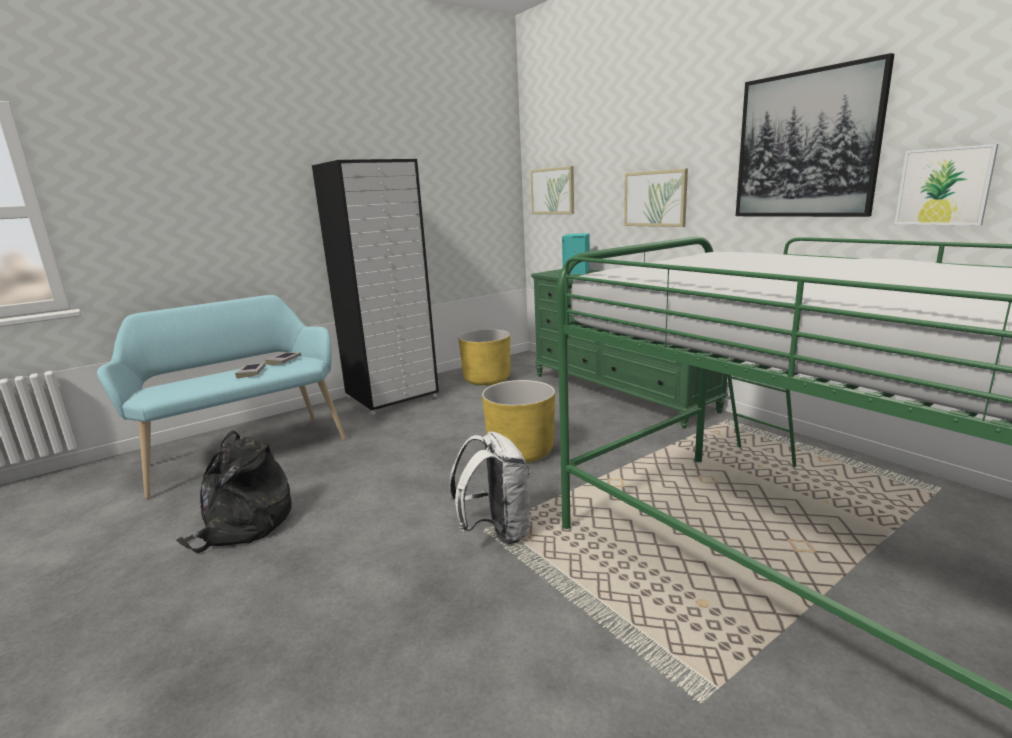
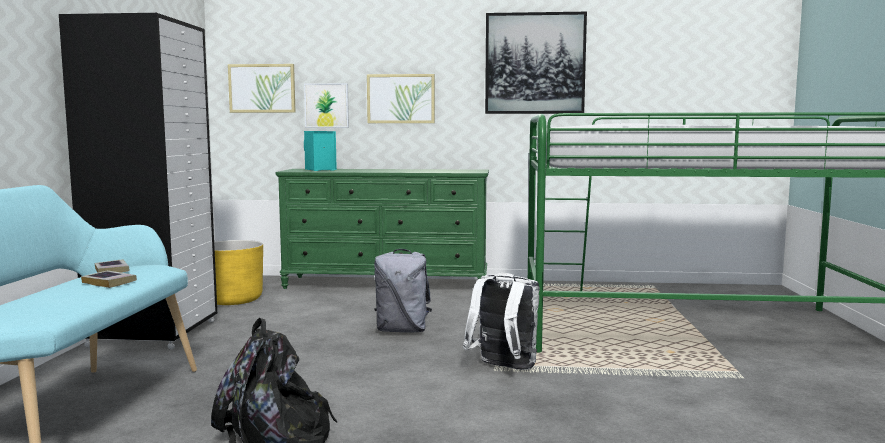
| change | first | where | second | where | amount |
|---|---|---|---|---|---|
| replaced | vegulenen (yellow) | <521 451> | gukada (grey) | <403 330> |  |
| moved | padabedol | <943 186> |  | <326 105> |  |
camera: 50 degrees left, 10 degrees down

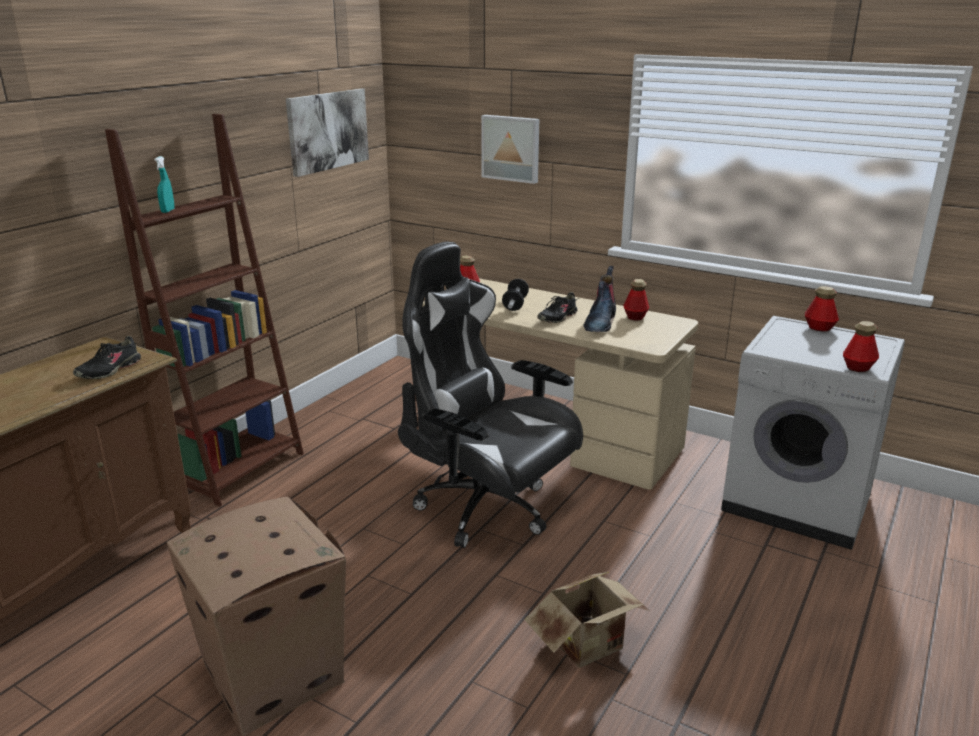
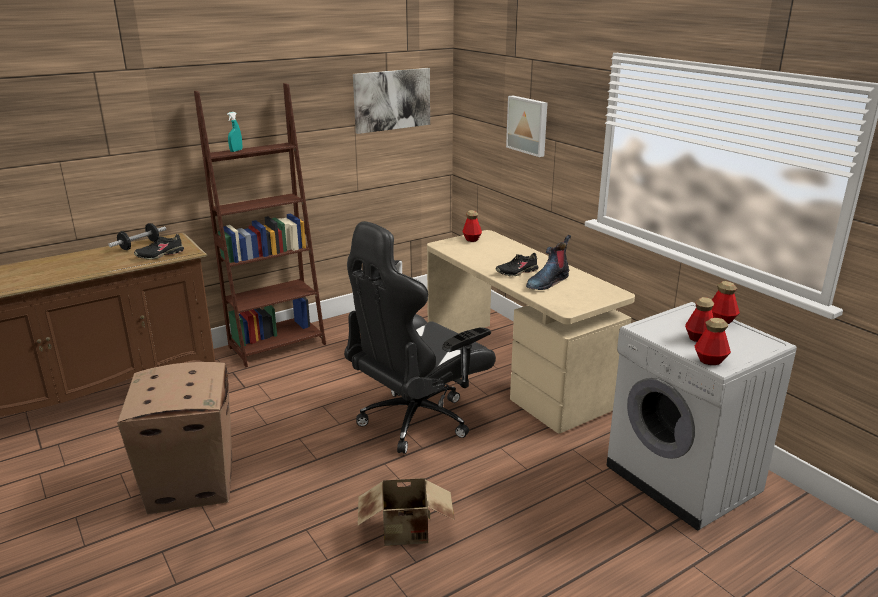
| change | first | where | second | where | amount |
|---|---|---|---|---|---|
| turned | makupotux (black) | <491 511> |  | <420 417> | 105 degrees counterclockwise |
| moved | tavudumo | <515 304> |  | <139 245> |  |
| moved | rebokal | <635 317> |  | <698 337> |  |
camera: 25 degrees right, 0 degrees up

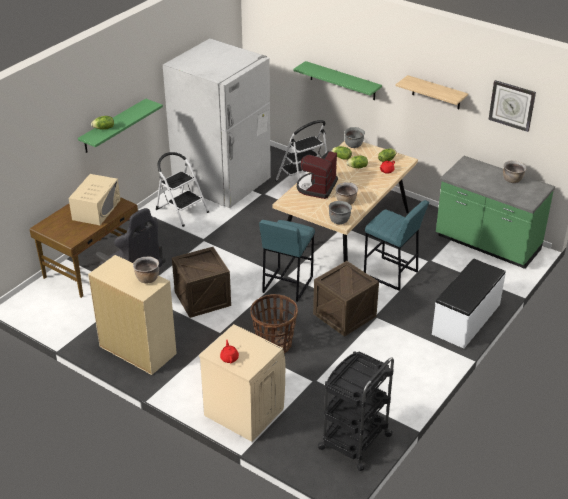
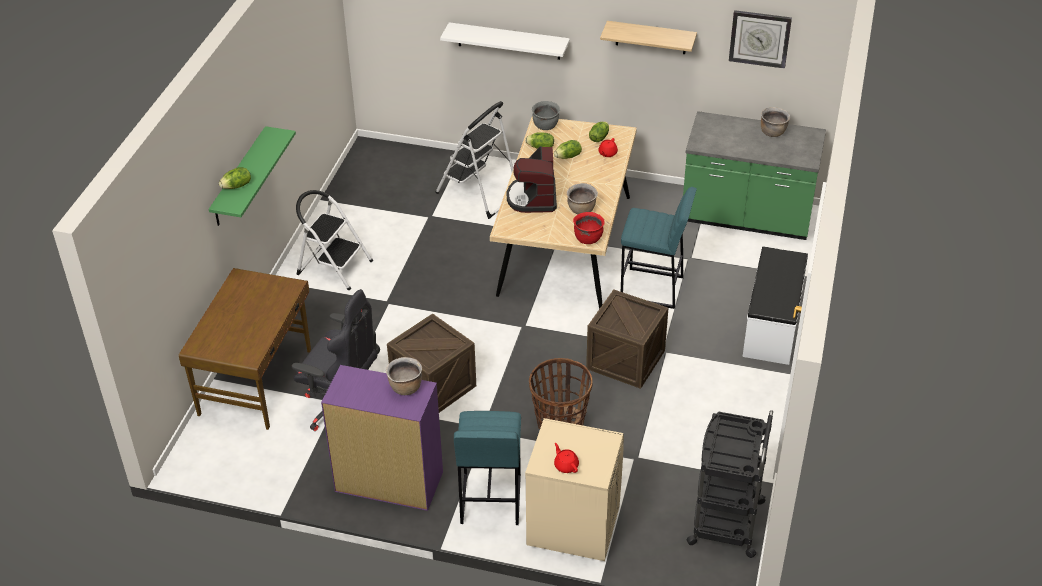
| change | first | where | second | where | amount |
|---|---|---|---|---|---|
| removed | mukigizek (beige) | <96 209> |  |  |  |
| recoloured | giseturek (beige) | <137 349> | giseturek (purple) | <388 481> |  |
| removed | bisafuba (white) | <222 182> |  |  |  |
| moved | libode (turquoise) | <287 285> |  | <490 501> |  |
| recoloured | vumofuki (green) | <342 81> | vumofuki (white) | <508 41> |  |
| recoloured | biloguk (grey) | <339 220> | biloguk (red) | <588 238> |  |
camera: 20 degrees left, 5 degrees up

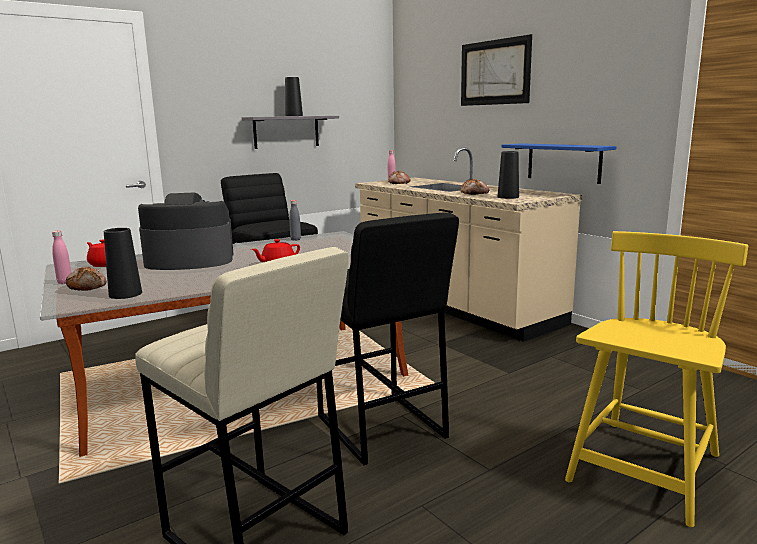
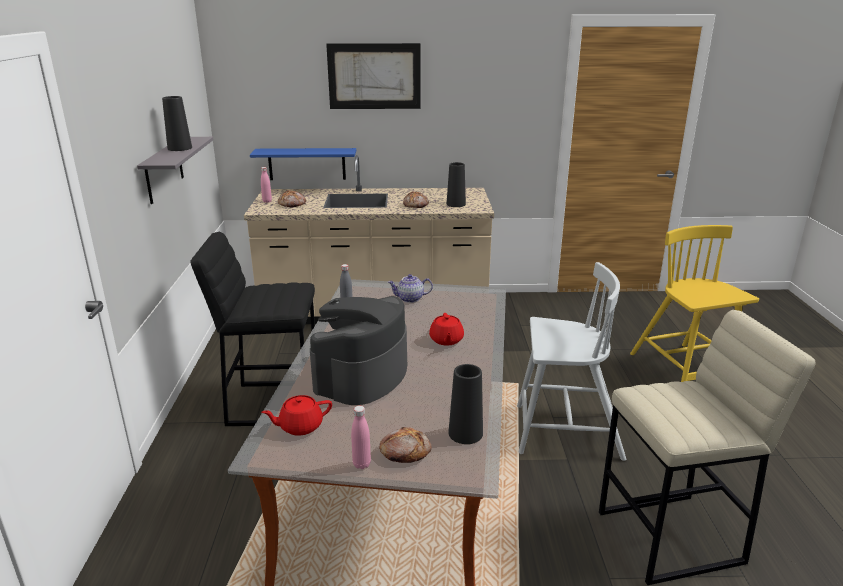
| change | first | where | second | where | amount |
|---|---|---|---|---|---|
| replaced | libode (black) | <383 428> | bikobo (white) | <565 432> |  |
| moved | vumofuki (blue) | <563 162> |  | <307 164> |  |
| added |  |  | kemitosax | <410 299> |  |
camera: 55 degrees left, 10 degrees up

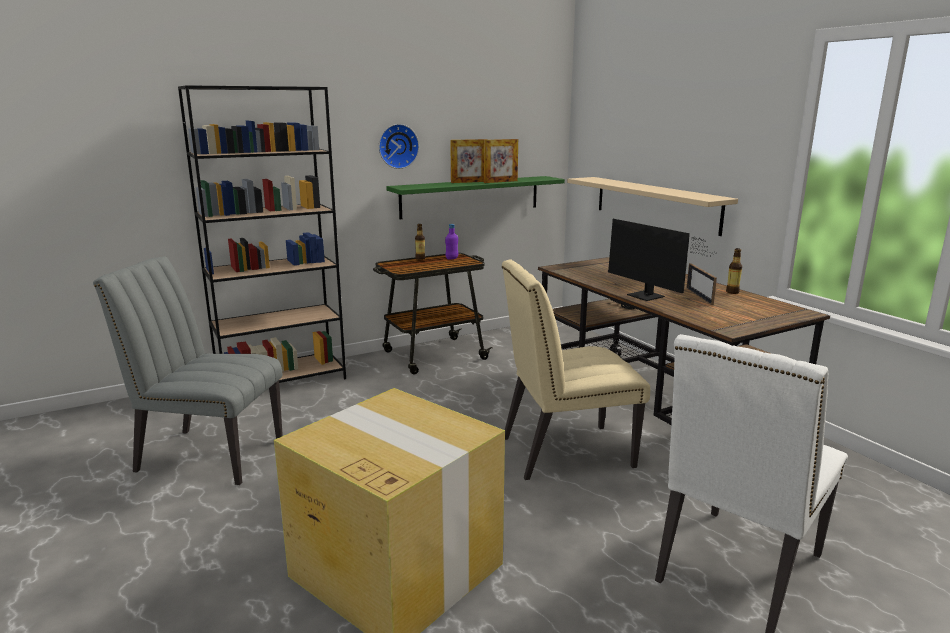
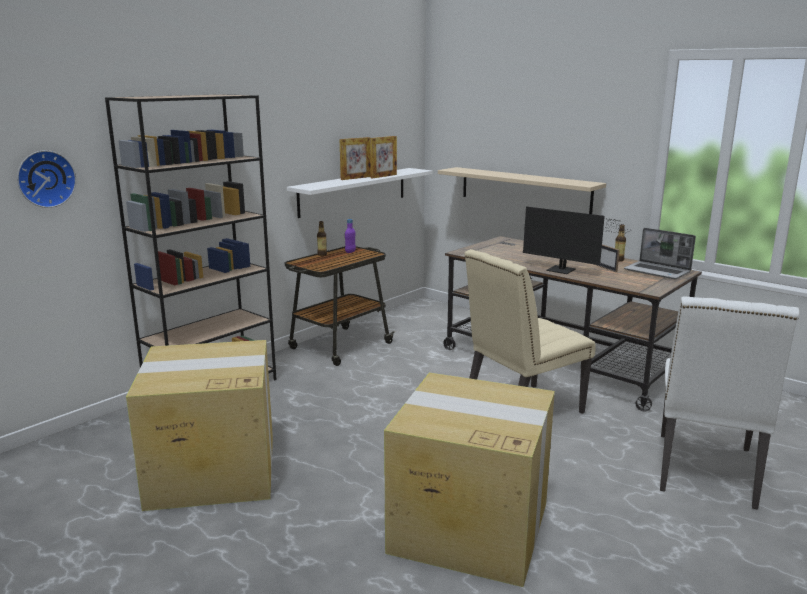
| change | first | where | second | where | amount |
|---|---|---|---|---|---|
| replaced | bikobo (grey) | <212 456> | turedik | <211 471> |  |
| moved | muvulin | <397 146> |  | <45 178> |  |
| recoloured | vumofuki (green) | <471 196> | vumofuki (white) | <353 191> |  |
| added |  |  | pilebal | <658 271> |  |
camera: 20 degrees left, 0 degrees up

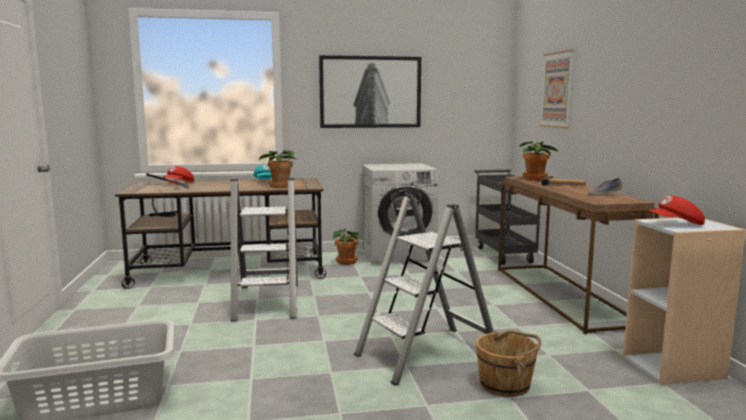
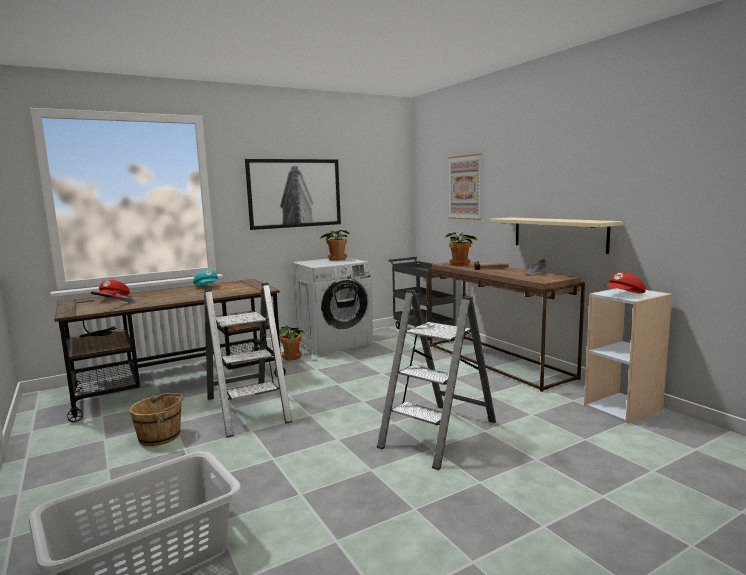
| change | first | where | second | where | amount |
|---|---|---|---|---|---|
| moved | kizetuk | <280 186> |  | <336 259> |  |
| moved | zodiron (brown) | <506 384> |  | <160 436> |  |
| added |  |  | vumofuki (beige) | <558 234> |  |
camera: 20 degrees left, 0 degrees up

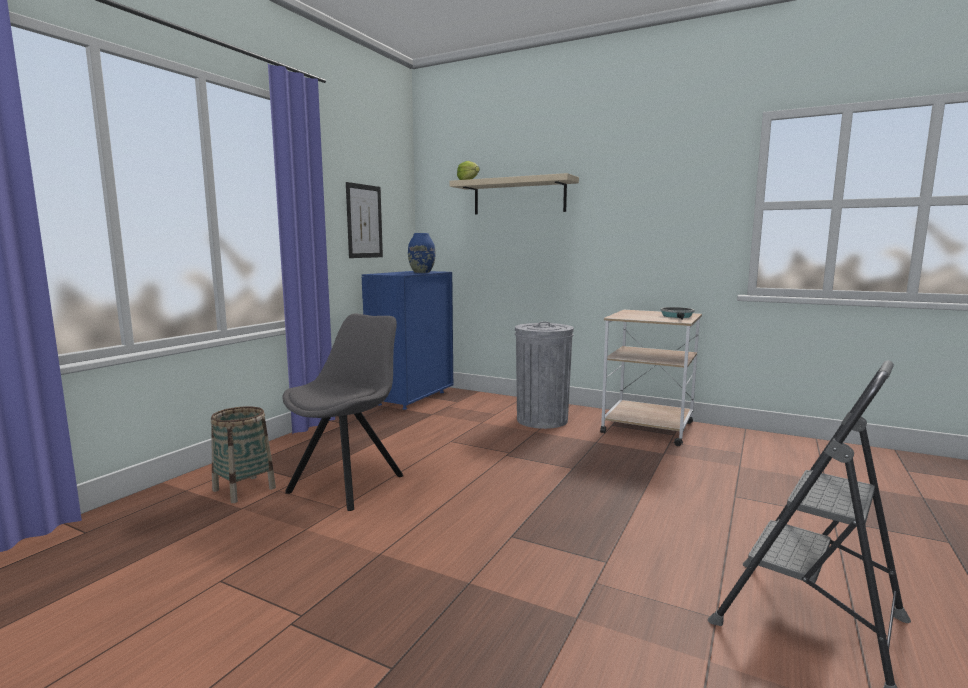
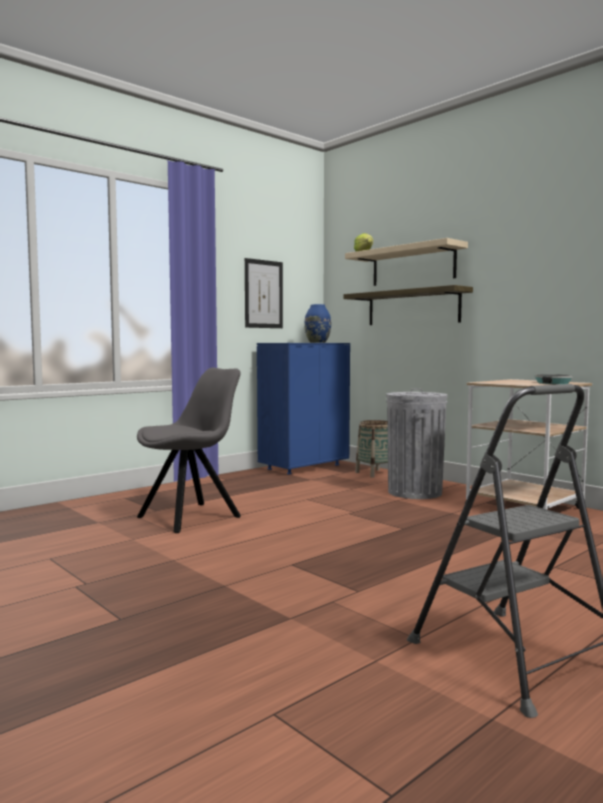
| change | first | where | second | where | amount |
|---|---|---|---|---|---|
| moved | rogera | <244 489> |  | <375 473> |  |
| added |  |  | vumofuki | <412 307> |  |
camera: 20 degrees right, 5 degrees down

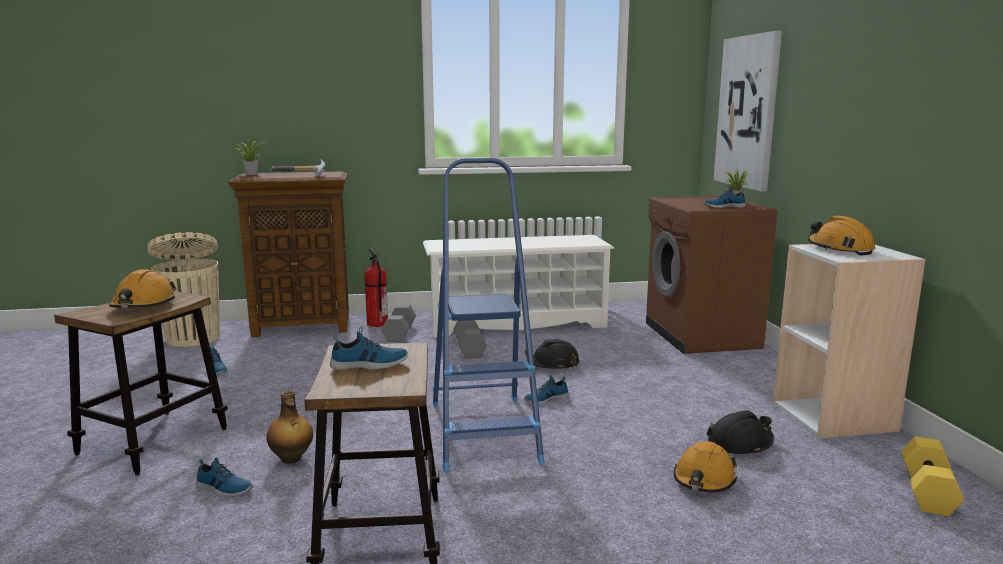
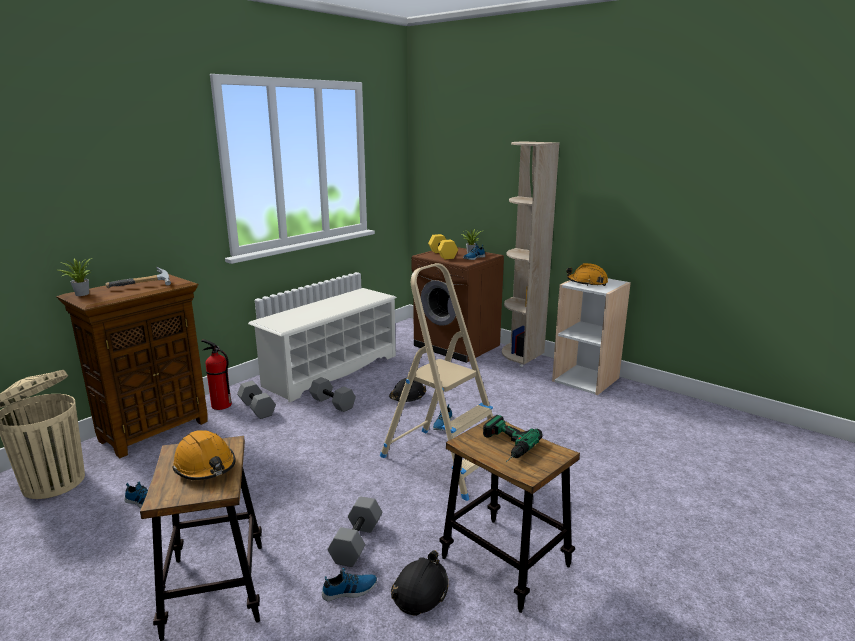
| change | first | where | second | where | amount |
|---|---|---|---|---|---|
| replaced | rebokal | <291 459> | tavudumo (grey) | <357 543> |  |
| replaced | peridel | <369 364> | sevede | <504 445> |  |
| recoloured | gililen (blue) | <483 431> | gililen (beige) | <444 462> |  |
| removed | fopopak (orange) | <704 480> |  |  |  |
| moved | fopopak (black) | <740 444> |  | <420 591> |  |
| removed | padabedol | <747 112> |  |  |  |
| moved | tavudumo (yellow) | <926 491> |  | <442 254> |  |
| added |  |  | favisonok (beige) | <519 358> |  |
camera: 40 degrees left, 5 degrees up

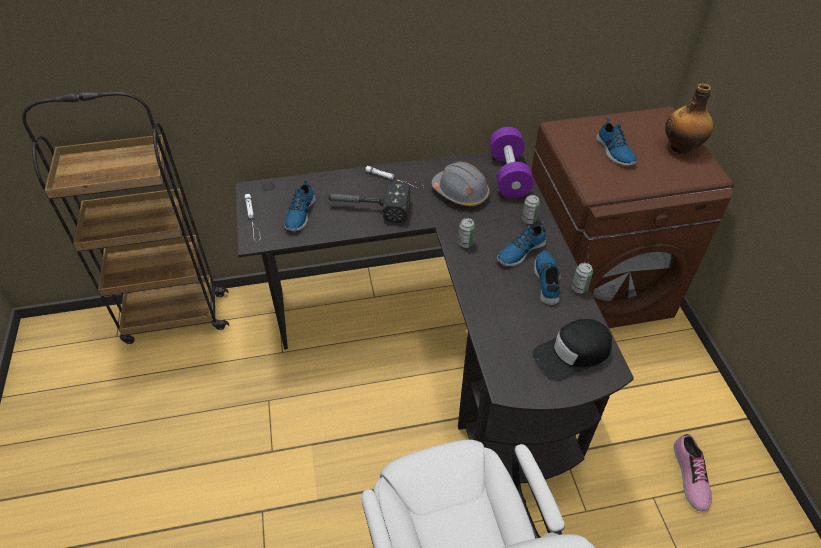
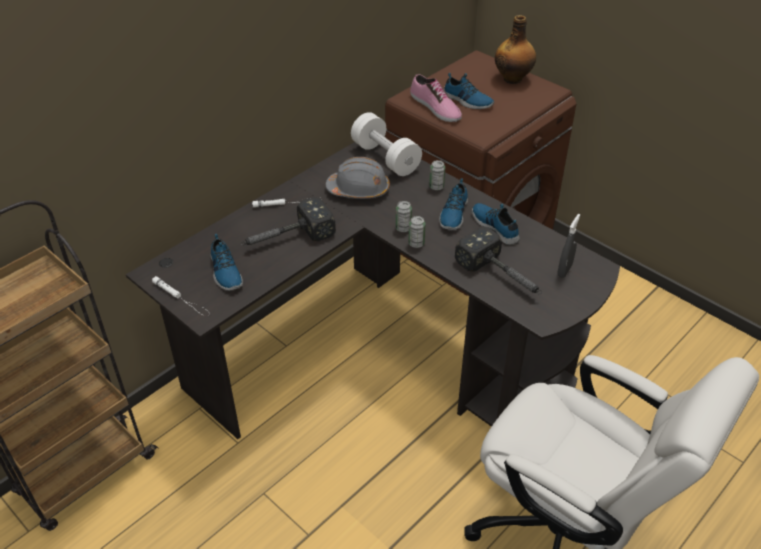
| change | first | where | second | where | amount |
|---|---|---|---|---|---|
| recoloured | tavudumo (purple) | <508 175> | tavudumo (white) | <385 158> |  |
| replaced | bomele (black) | <572 354> | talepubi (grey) | <564 270> |  |
| moved | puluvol | <579 288> |  | <416 243> |  |
| moved | peridel | <689 476> |  | <435 107> |  |
| added |  |  | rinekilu | <502 277> |  |
camera: 35 degrees left, 5 degrees down

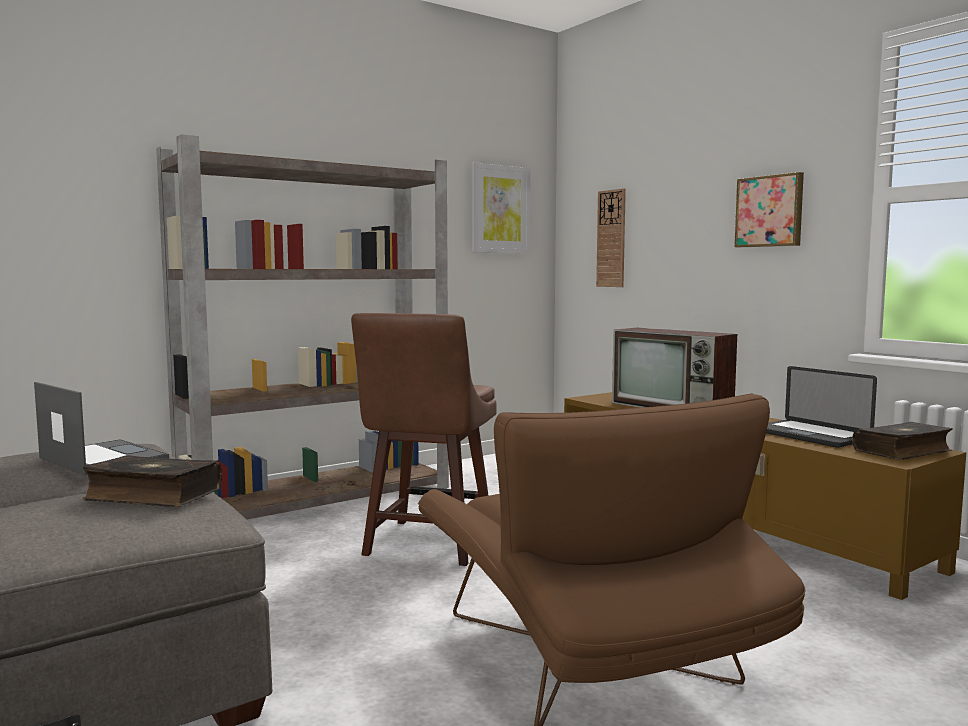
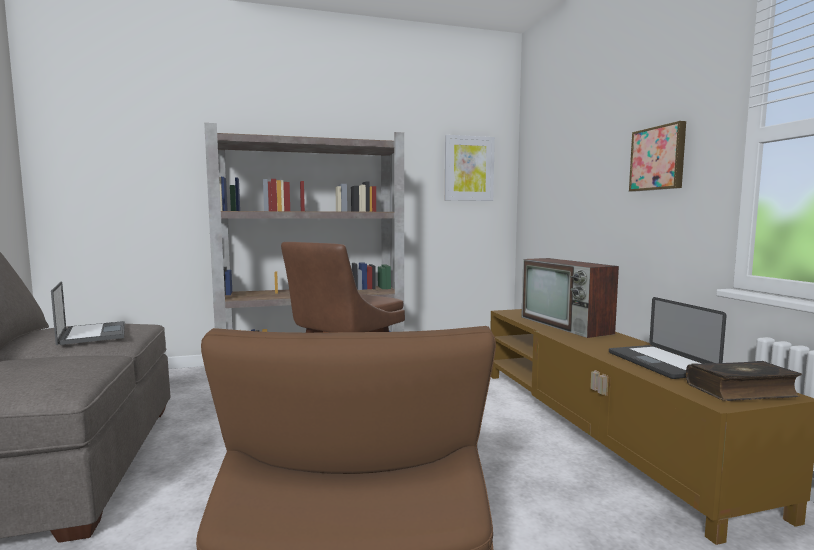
| change | first | where | second | where | amount |
|---|---|---|---|---|---|
| removed | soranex | <152 496> |  |  |  |
| removed | muvulin | <611 238> |  |  |  |
camera: 20 degrees right, 0 degrees up

